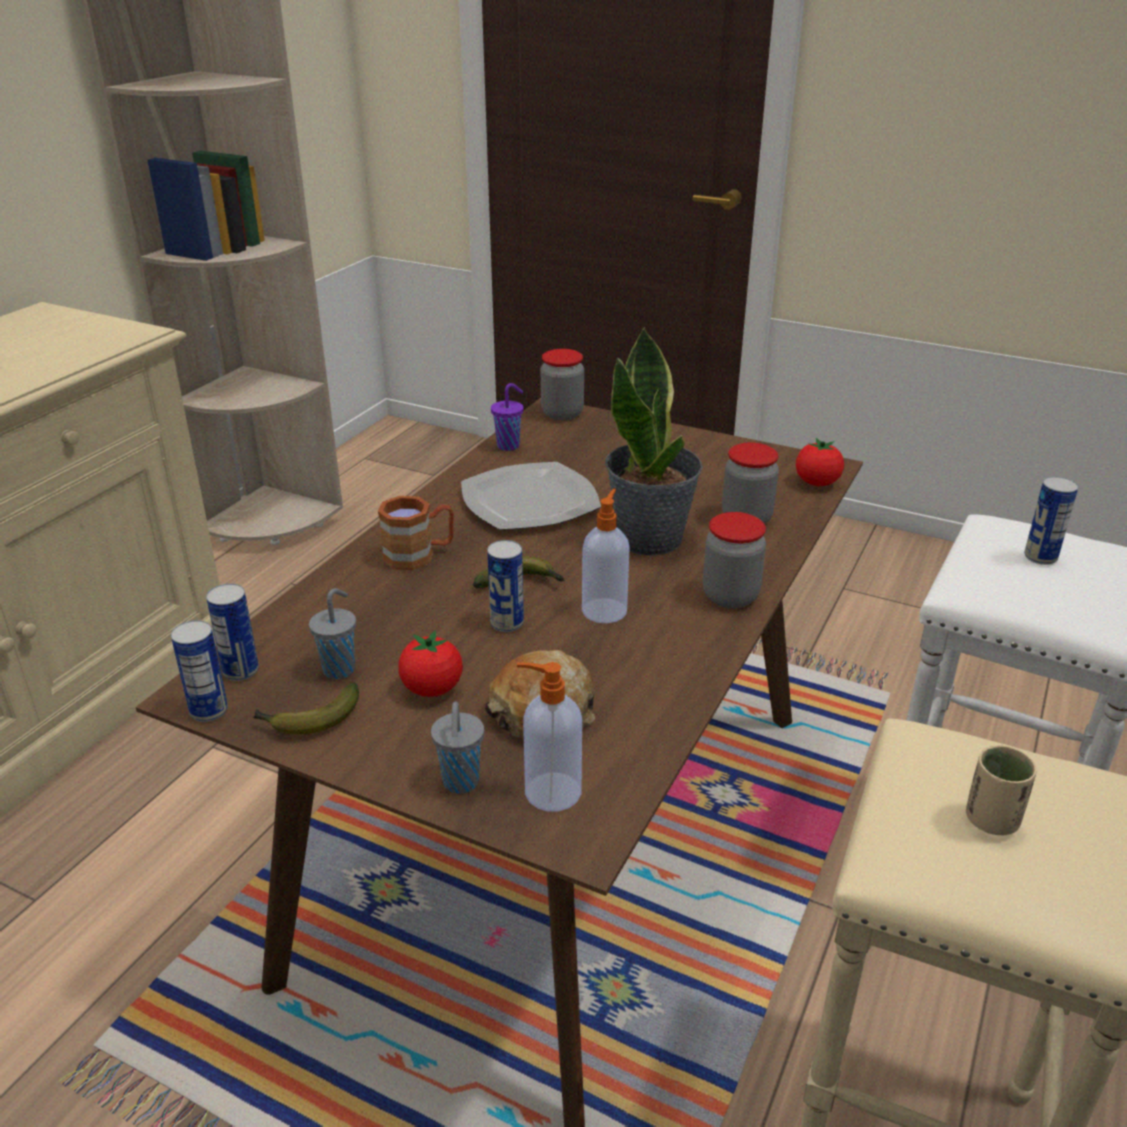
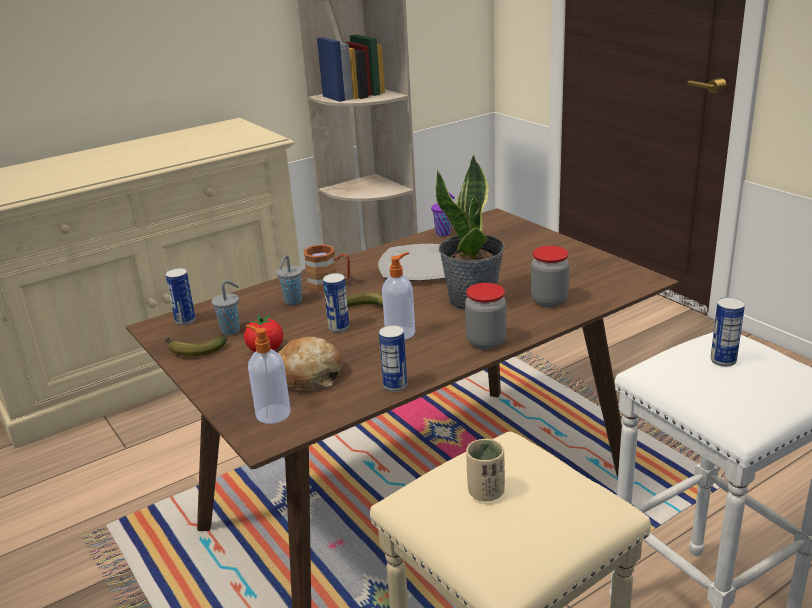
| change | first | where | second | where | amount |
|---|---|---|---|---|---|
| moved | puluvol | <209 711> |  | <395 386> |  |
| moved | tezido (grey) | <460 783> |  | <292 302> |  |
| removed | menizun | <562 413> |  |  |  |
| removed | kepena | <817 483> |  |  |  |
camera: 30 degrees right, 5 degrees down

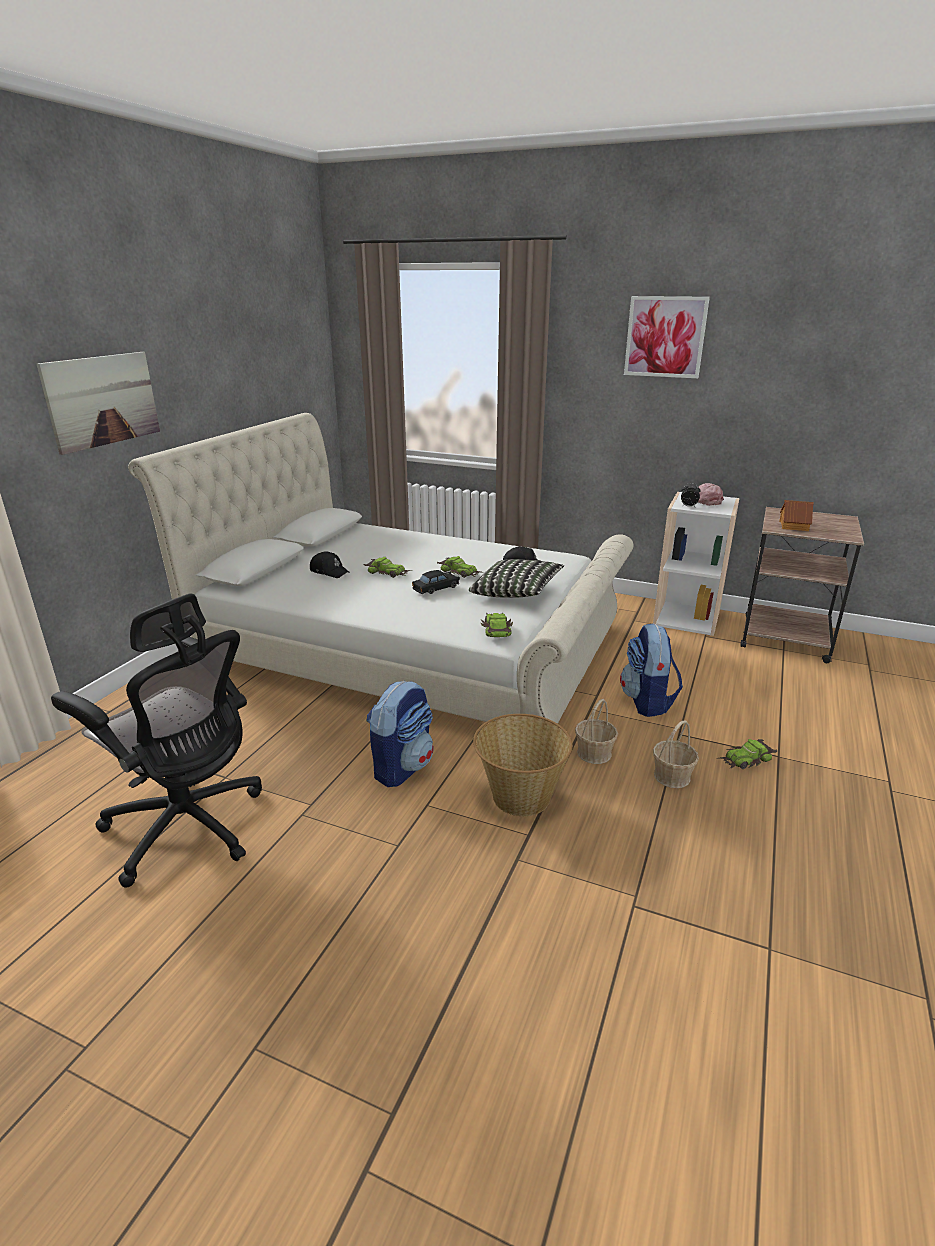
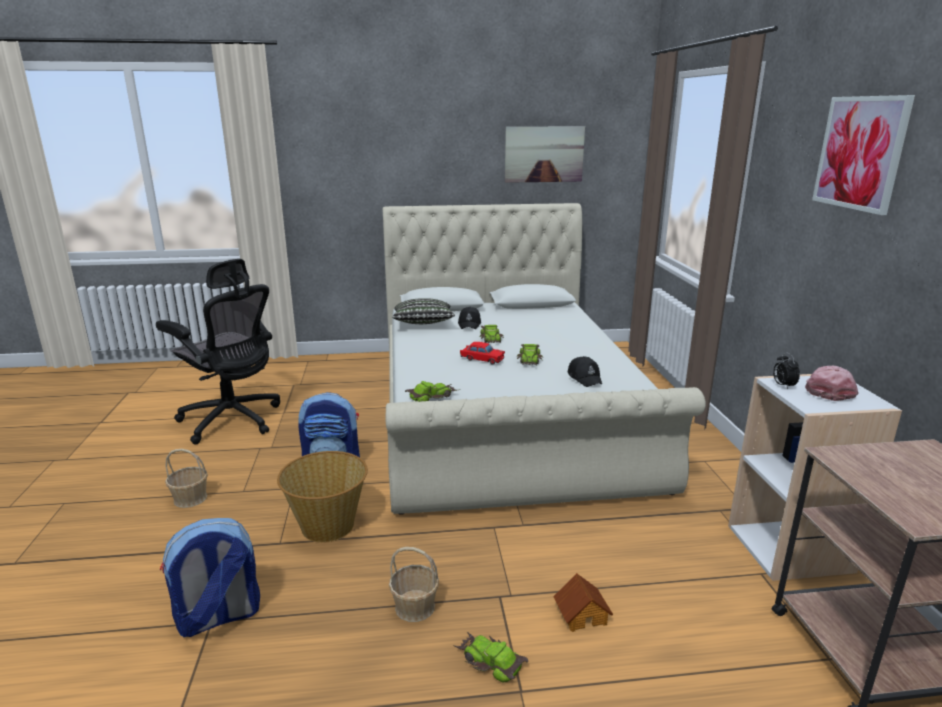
| change | first | where | second | where | amount |
|---|---|---|---|---|---|
| moved | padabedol | <102 400> |  | <544 154> |  |
| turned | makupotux | <187 826> |  | <232 420> | 60 degrees counterclockwise |
| recoloured | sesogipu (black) | <436 588> | sesogipu (red) | <482 359> |  |
| moved | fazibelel | <516 593> |  | <423 324> |  |
| moved | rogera | <594 753> |  | <190 498> |  |
| moved | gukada | <647 702> |  | <218 617> |  |
| moved | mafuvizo | <793 526> |  | <582 614> |  |
camera: 60 degrees right, 5 degrees down

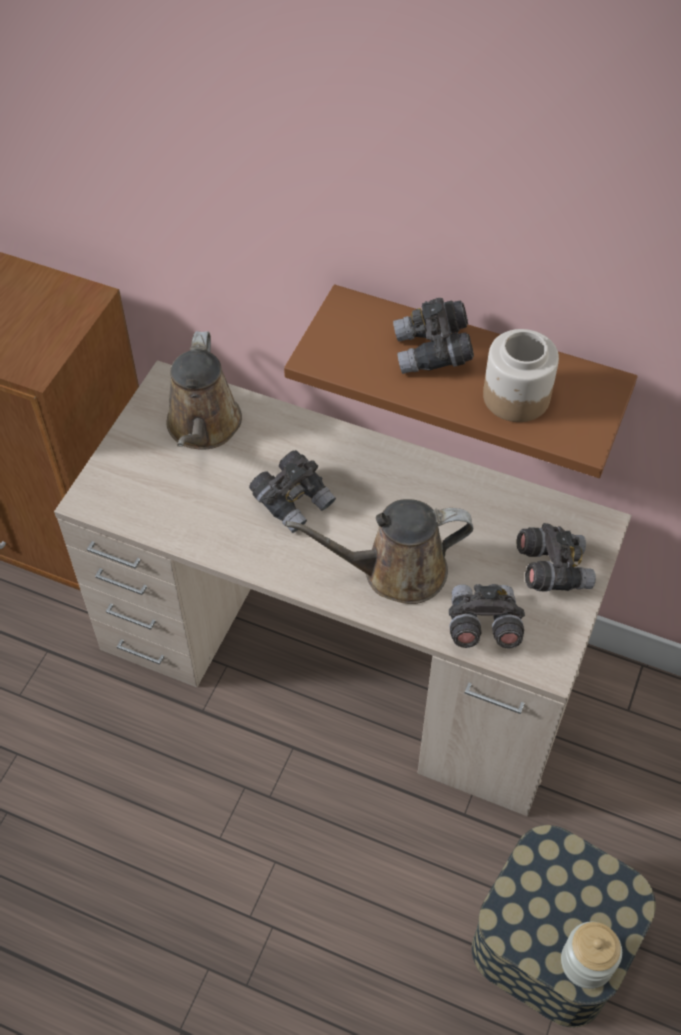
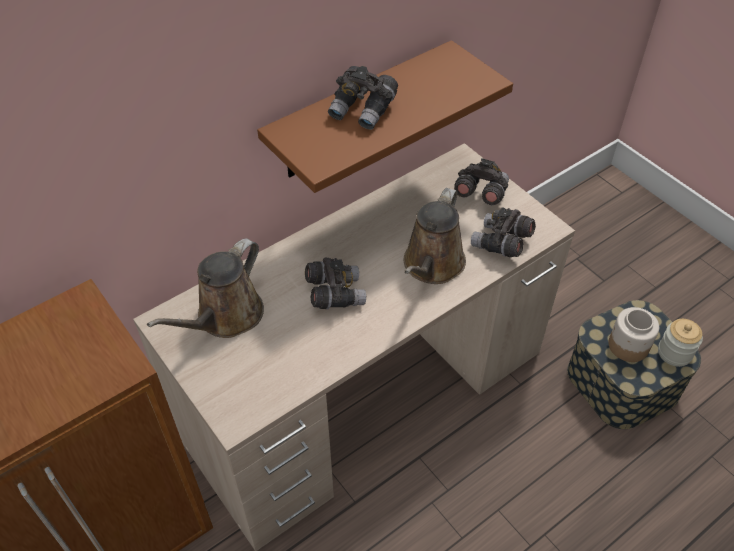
| change | first | where | second | where | amount |
|---|---|---|---|---|---|
| turned | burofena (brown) | <203 427> |  | <225 317> | 90 degrees clockwise |
| moved | menizun | <515 396> |  | <628 346> |  |
camera: 60 degrees left, 5 degrees down

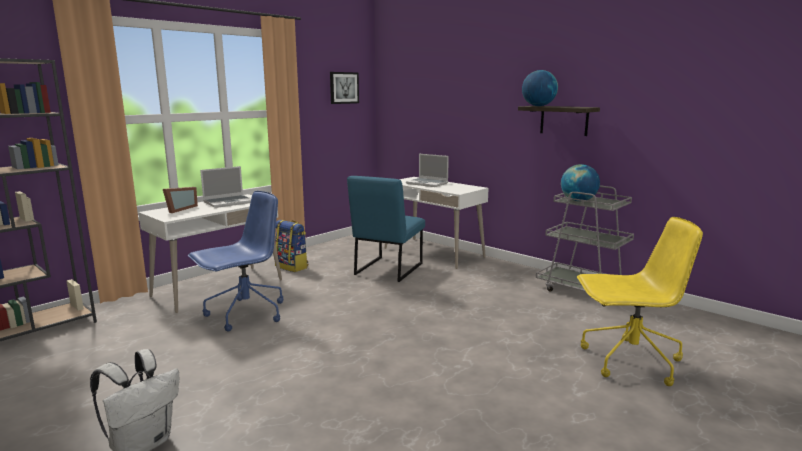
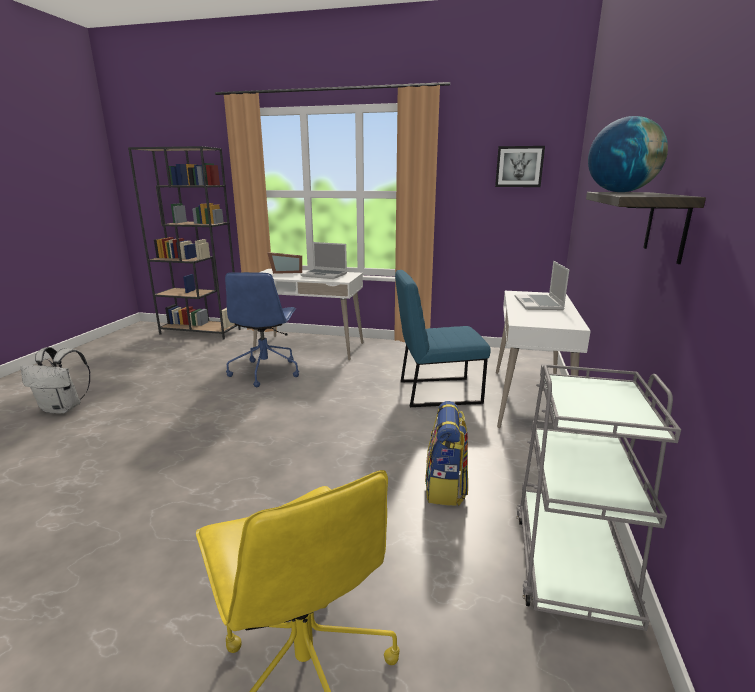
| change | first | where | second | where | amount |
|---|---|---|---|---|---|
| turned | makupotux (blue) | <243 315> |  | <266 371> | 75 degrees clockwise |
| moved | gukada | <292 267> |  | <445 488> |  |
| removed | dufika | <578 201> |  |  |  |
camera: 60 degrees right, 5 degrees up

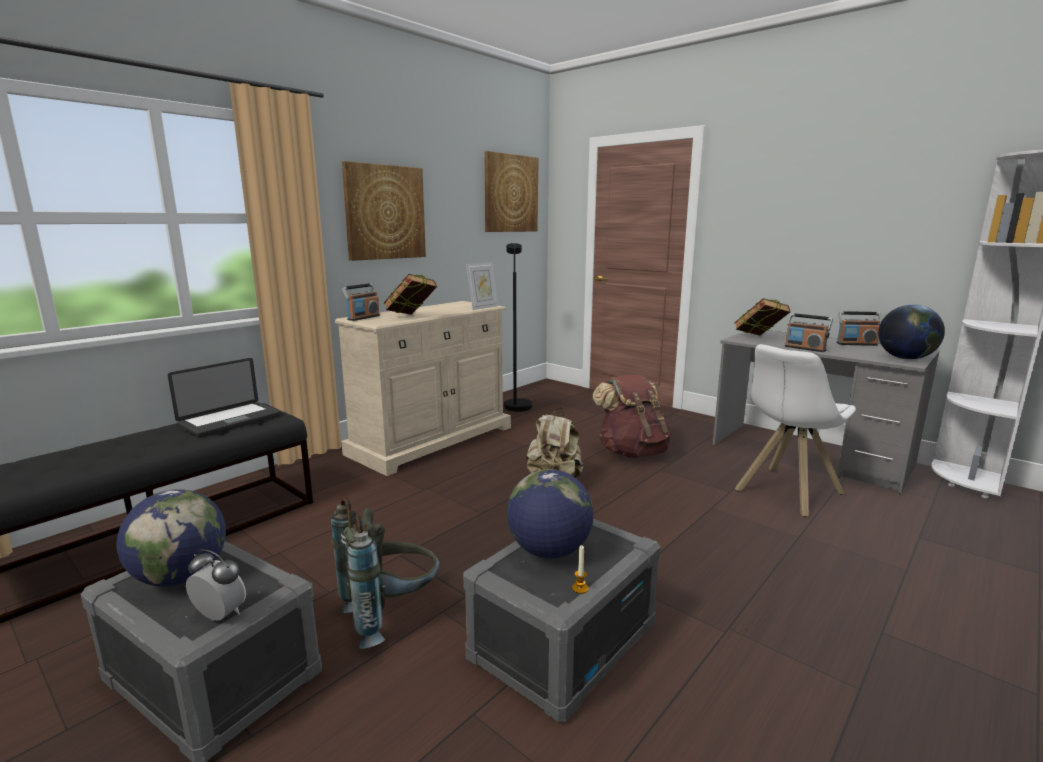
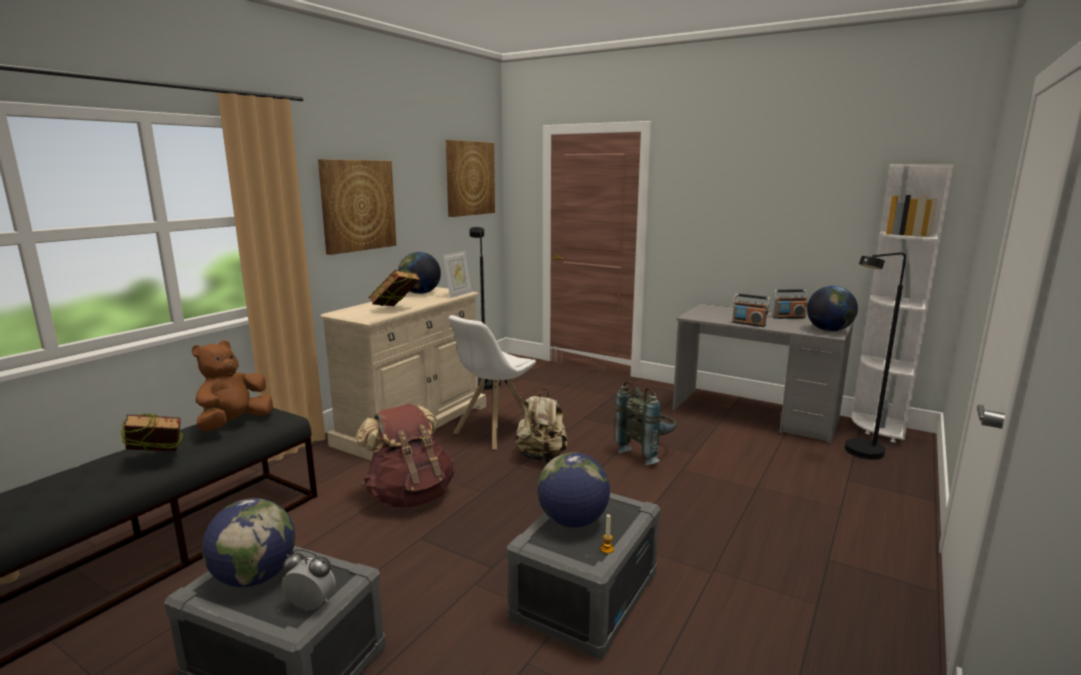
| change | first | where | second | where | amount |
|---|---|---|---|---|---|
| replaced | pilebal | <230 420> | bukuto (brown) | <234 424> |  |
| moved | gukada (grey) | <391 615> |  | <646 452> |  |
| removed | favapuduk | <363 318> |  |  |  |
| moved | gukada (brown) | <632 452> |  | <410 496> |  |
| moved | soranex | <759 338> |  | <158 461> |  |
| moved | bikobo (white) | <787 491> |  | <495 431> |  |
| added |  |  | dufika | <420 293> |  |
| added |  |  | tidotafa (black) | <858 454> |  |
camera: 10 degrees left, 0 degrees up

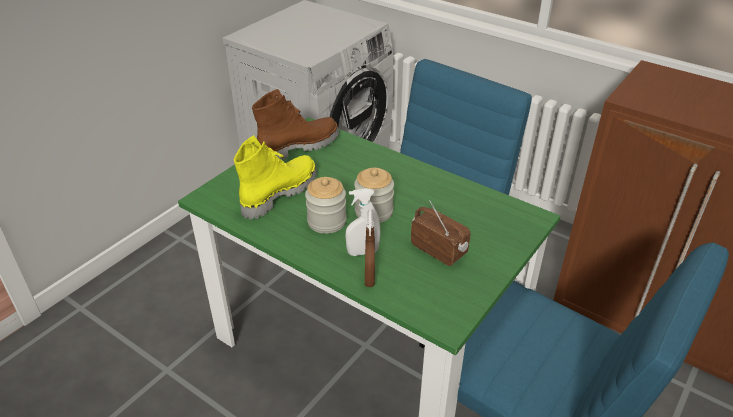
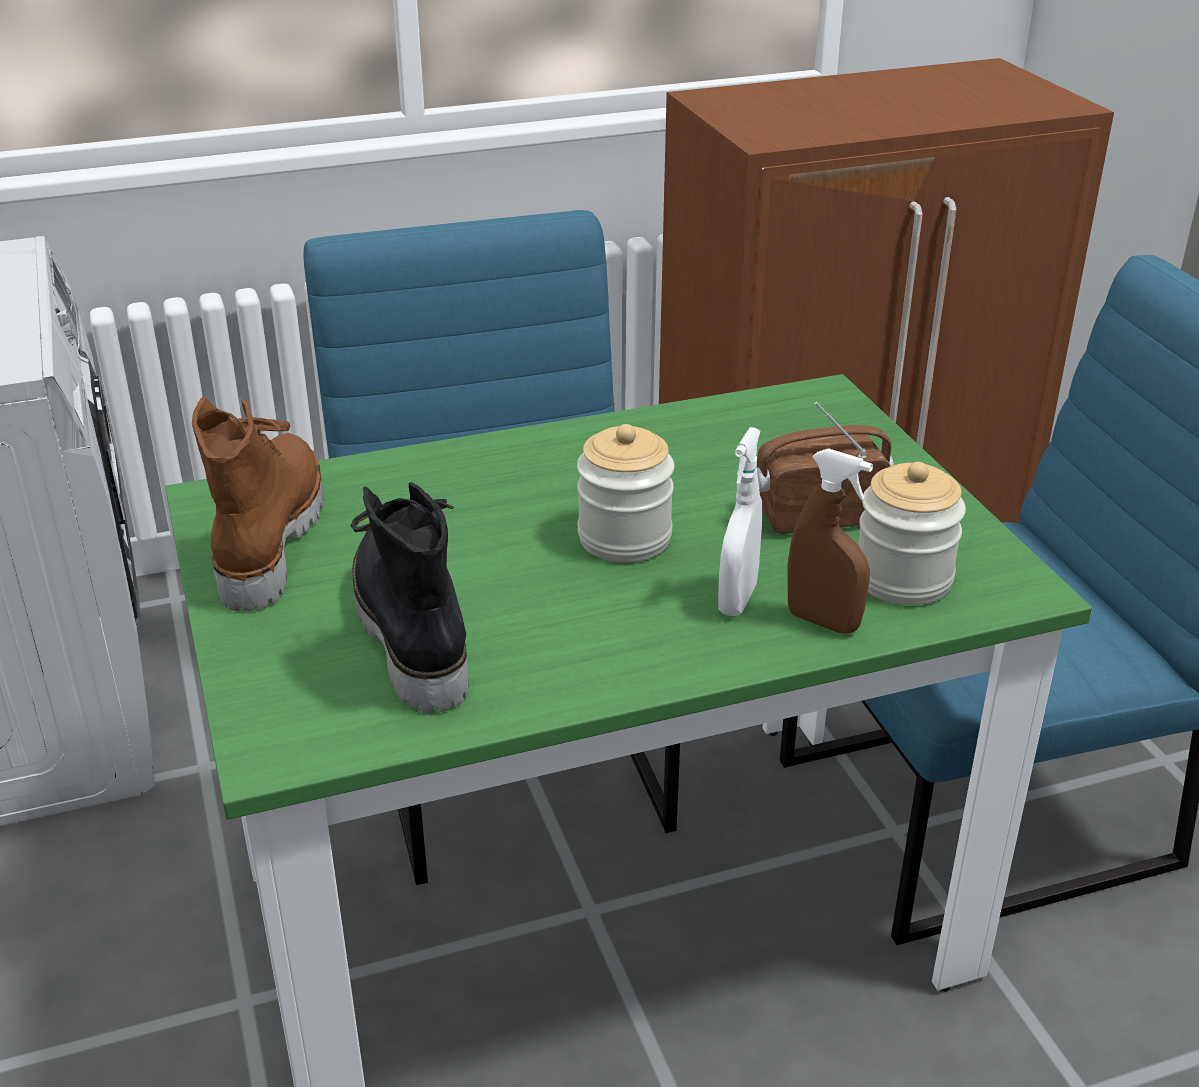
| change | first | where | second | where | amount |
|---|---|---|---|---|---|
| recoloured | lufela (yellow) | <278 193> | lufela (black) | <408 631> |  |
| moved | menizun | <326 221> |  | <902 579> |  |
camera: 55 degrees left, 5 degrees down

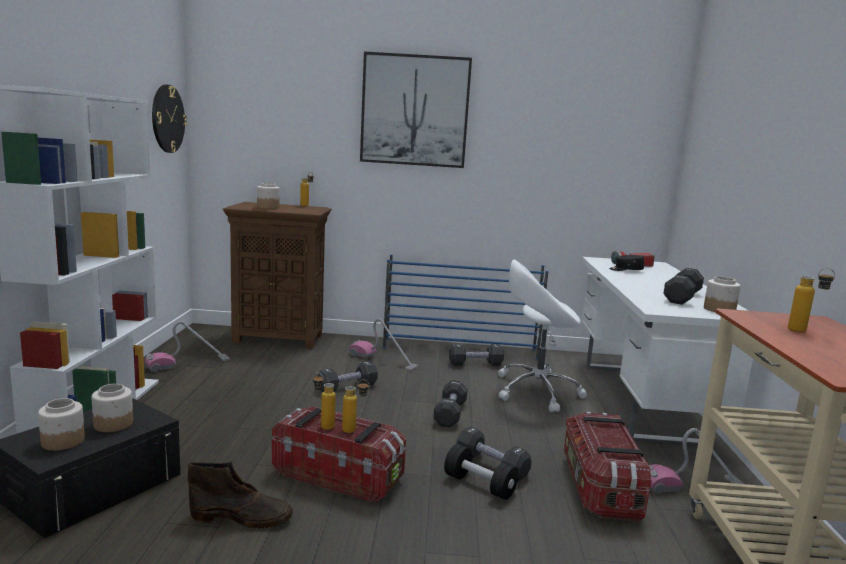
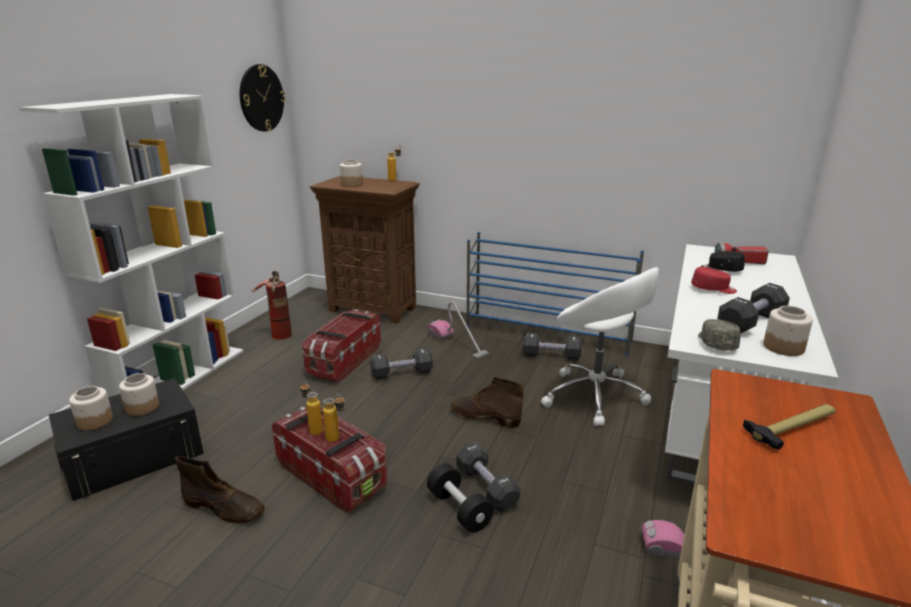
| change | first | where | second | where | amount |
|---|---|---|---|---|---|
| replaced | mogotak | <188 363> | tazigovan | <279 332> |  |
| removed | padabedol | <415 111> |  |  |  |
| replaced | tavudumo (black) | <450 414> | lufela (brown) | <484 416> |  |
| turned | makupotux (white) | <534 390> |  | <596 397> | 150 degrees counterclockwise |
| moved | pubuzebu | <599 487> |  | <344 361> |  |
| replaced | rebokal | <804 332> | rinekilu | <792 428> |  |
| added |  |  | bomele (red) | <713 289> |  |
| added |  |  | bomele (grey) | <716 343> |  |
camera: 20 degrees right, 10 degrees up

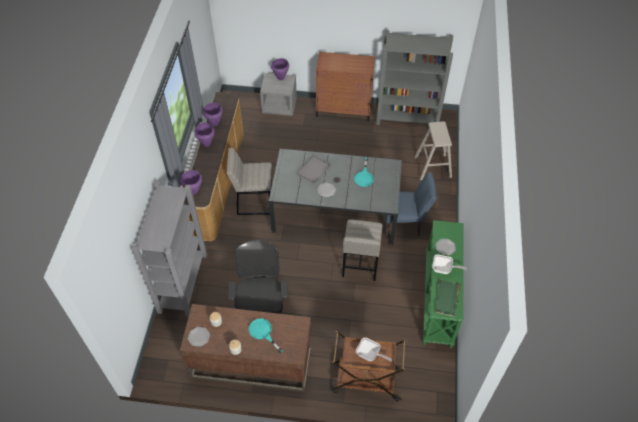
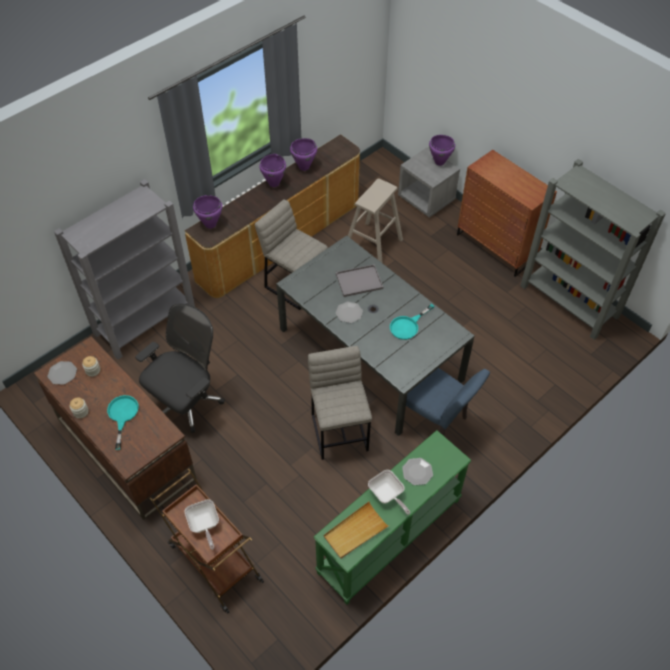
| change | first | where | second | where | amount |
|---|---|---|---|---|---|
| turned | bikobo (grey) | <360 264> |  | <339 431> | 120 degrees clockwise |
| moved | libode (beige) | <432 167> |  | <373 243> |  |
| recoloured | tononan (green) | <447 298> | tononan (beige) | <355 531> |  |
camera: 40 degrees right, 0 degrees up

